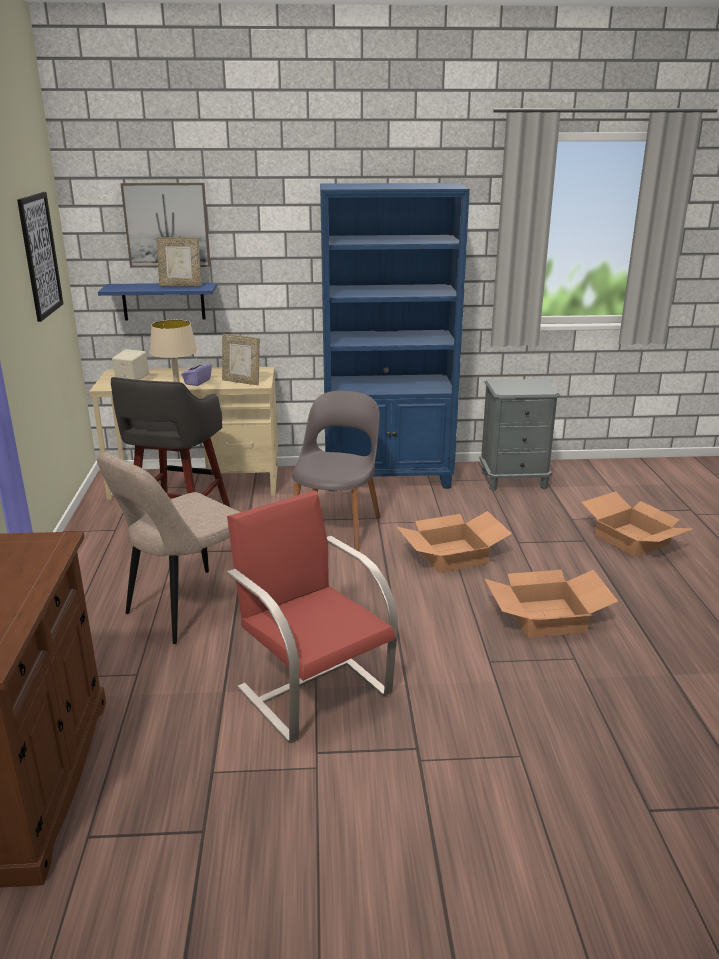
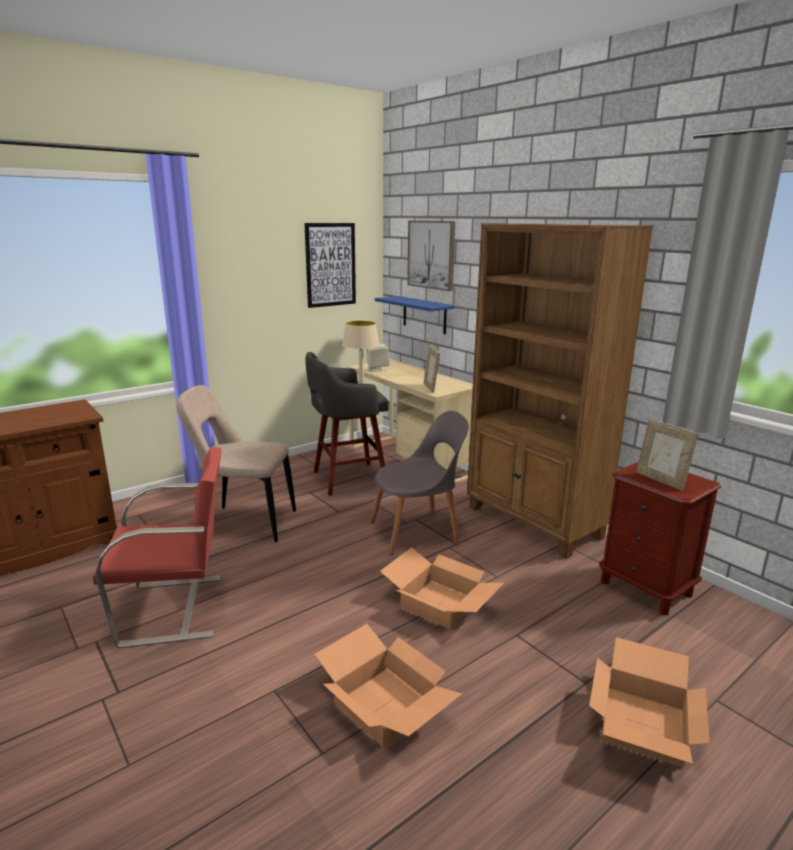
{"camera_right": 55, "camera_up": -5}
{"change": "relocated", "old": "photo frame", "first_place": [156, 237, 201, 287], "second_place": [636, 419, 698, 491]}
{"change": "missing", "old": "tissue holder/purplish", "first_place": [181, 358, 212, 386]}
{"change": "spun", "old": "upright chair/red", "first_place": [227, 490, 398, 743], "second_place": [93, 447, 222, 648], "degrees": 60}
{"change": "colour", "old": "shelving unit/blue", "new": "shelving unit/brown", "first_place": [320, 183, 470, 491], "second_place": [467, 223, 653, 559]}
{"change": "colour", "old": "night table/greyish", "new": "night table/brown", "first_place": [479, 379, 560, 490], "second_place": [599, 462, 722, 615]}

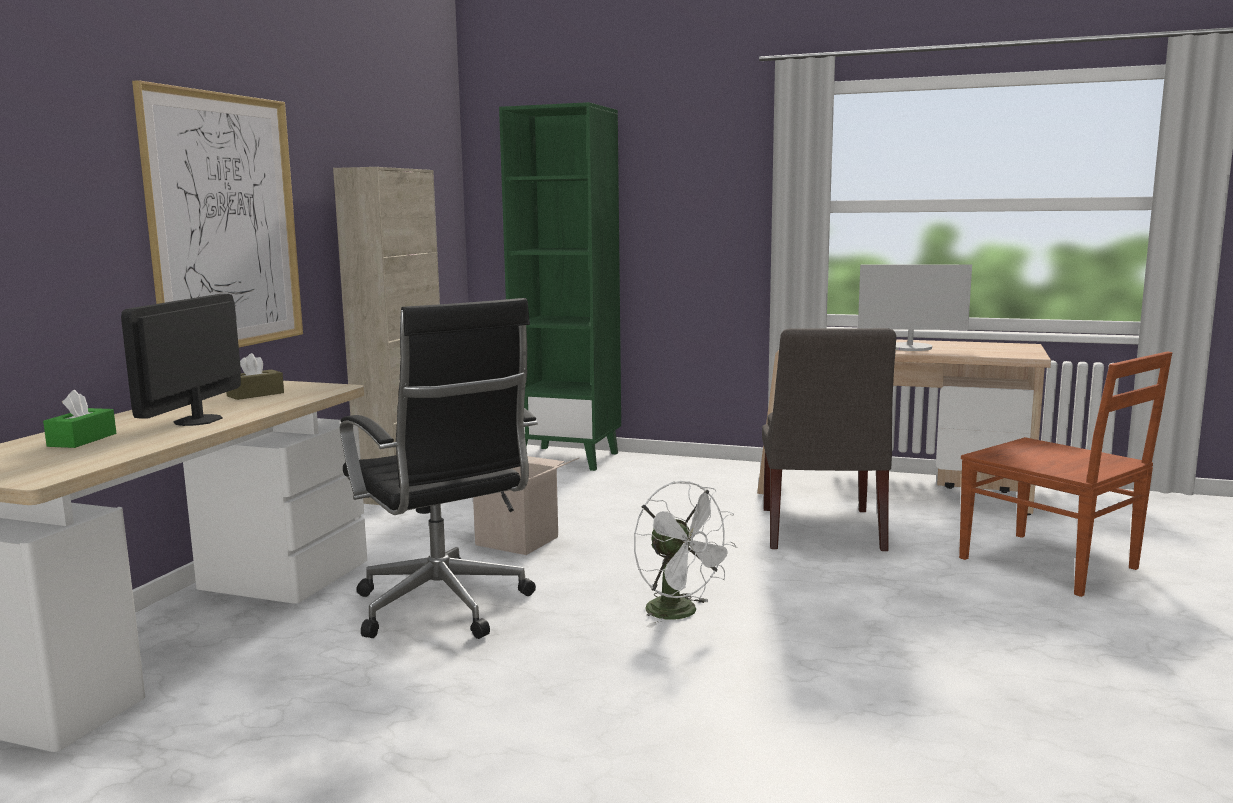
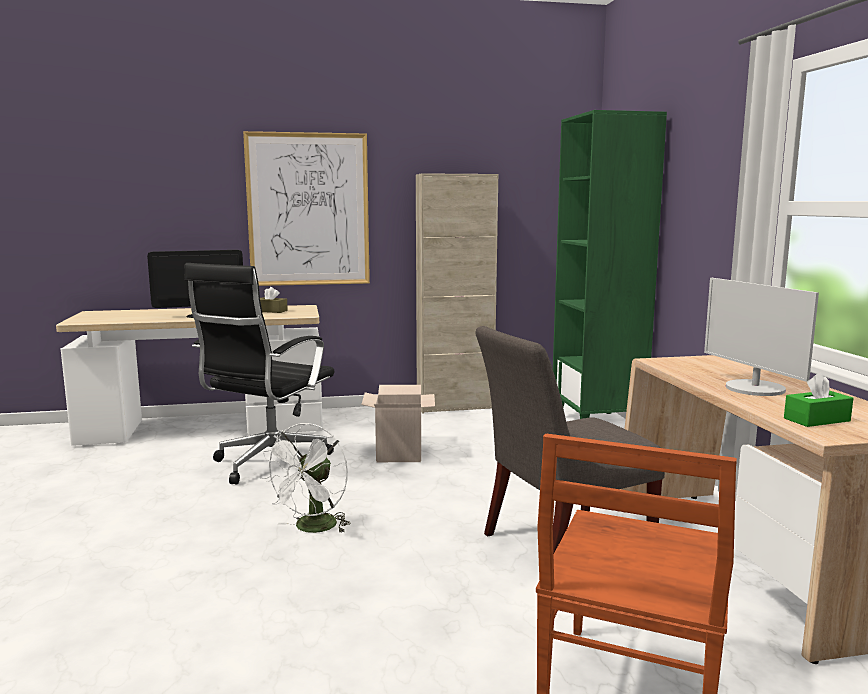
{"camera_right": 60, "camera_up": 0}
{"change": "relocated", "old": "tissue holder/greenish", "first_place": [43, 390, 116, 448], "second_place": [784, 372, 853, 427]}

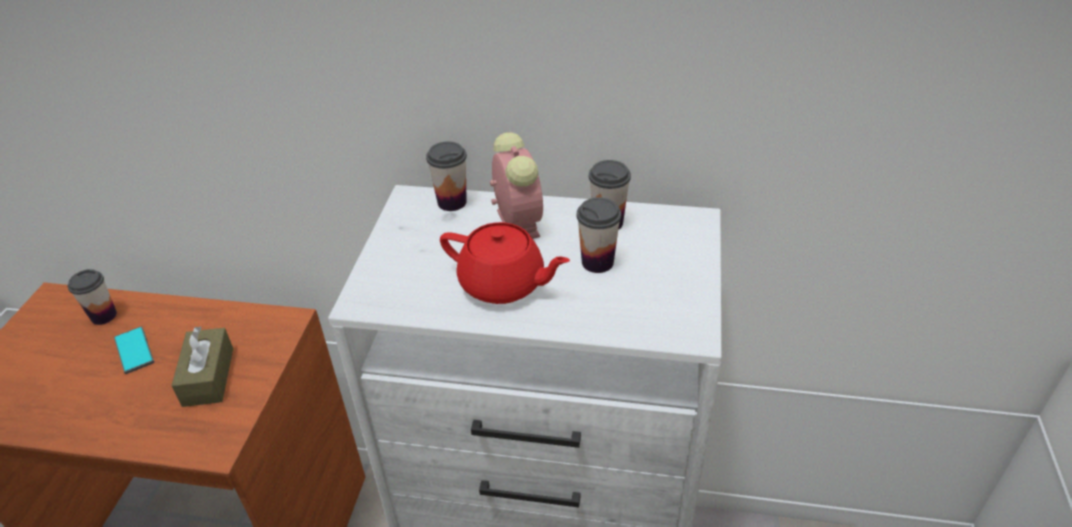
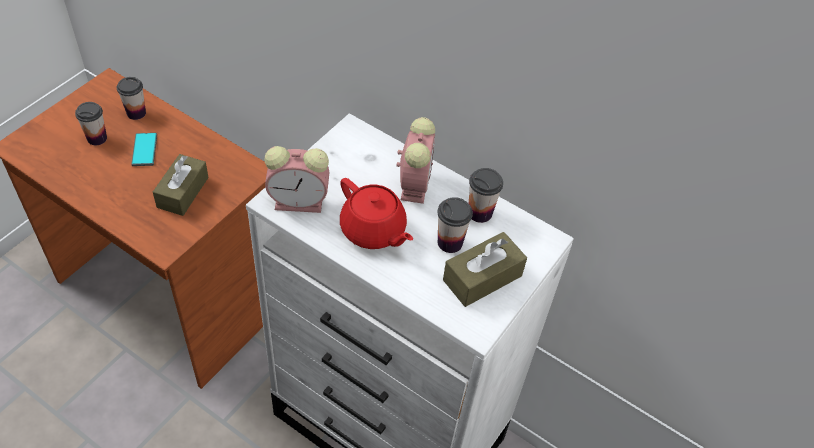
{"camera_right": 20, "camera_up": 10}
{"change": "relocated", "old": "drinking cup", "first_place": [426, 141, 467, 211], "second_place": [75, 102, 107, 145]}
{"change": "appeared", "new": "table clock", "second_place": [265, 146, 329, 213]}
{"change": "appeared", "new": "tissue holder/brown", "second_place": [443, 232, 527, 307]}

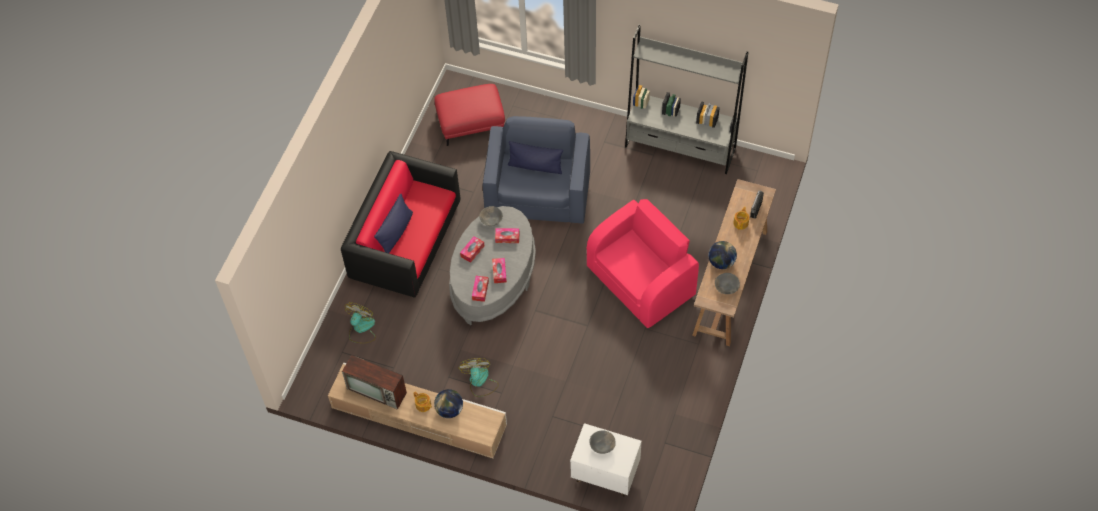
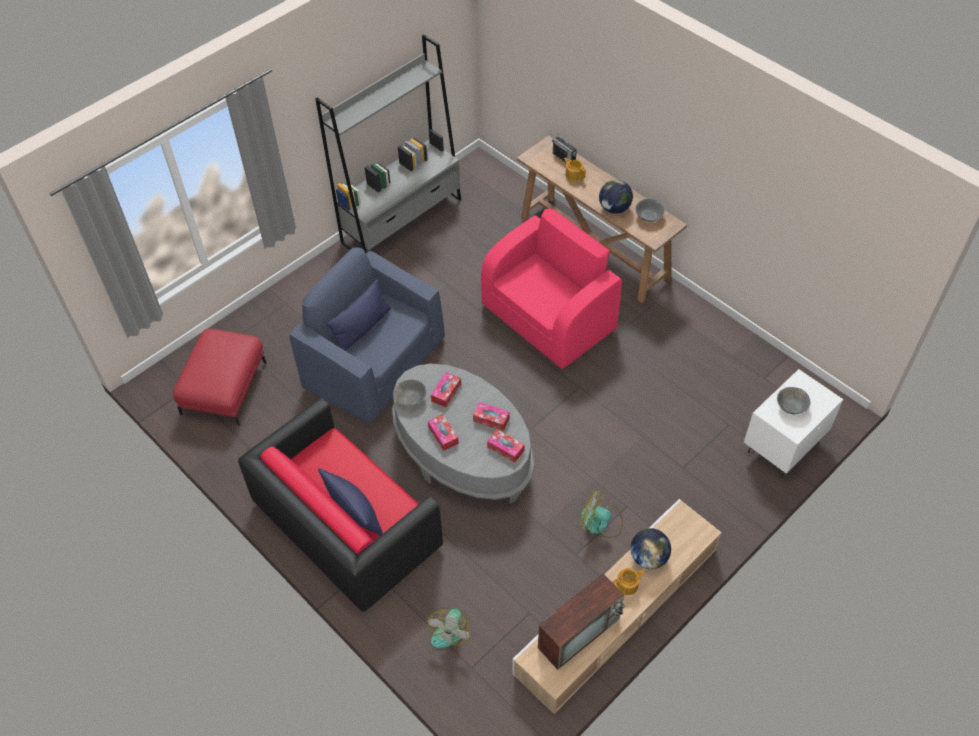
{"camera_right": -65, "camera_up": -5}
{"change": "spun", "old": "electric fan", "first_place": [345, 302, 376, 344], "second_place": [427, 607, 471, 648], "degrees": -120}
{"change": "spun", "old": "easy chair/pinkish", "first_place": [587, 199, 699, 328], "second_place": [481, 208, 622, 369], "degrees": 60}

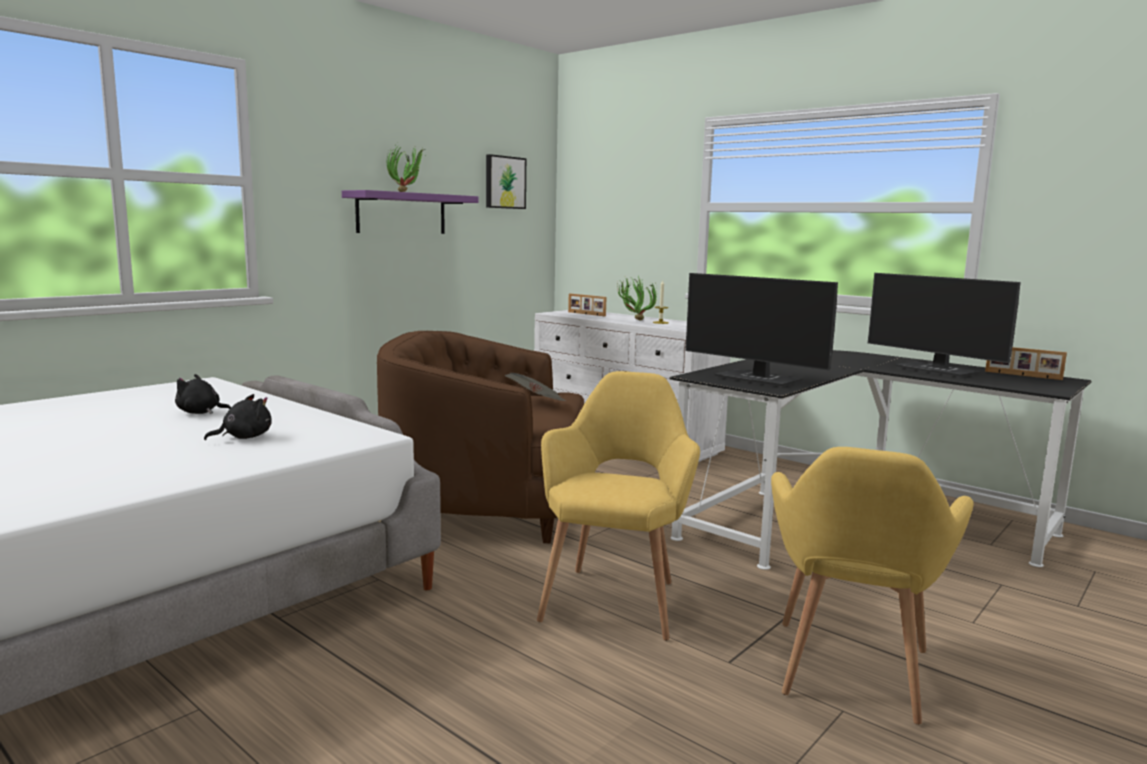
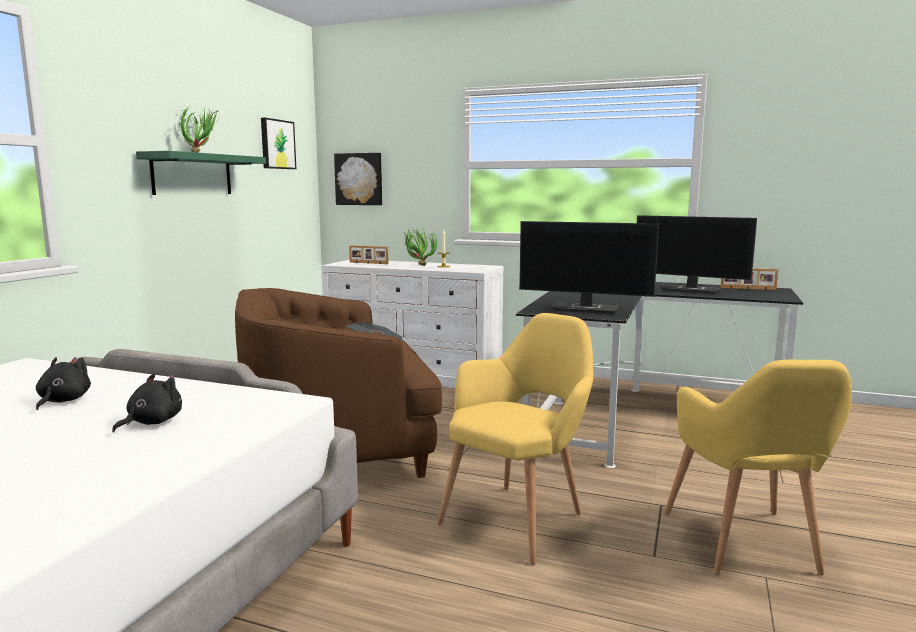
{"camera_right": -20, "camera_up": 0}
{"change": "spun", "old": "cuddly toy/blackish", "first_place": [175, 374, 231, 414], "second_place": [36, 357, 91, 410], "degrees": 105}
{"change": "colour", "old": "bracket shelf/purplish", "new": "bracket shelf/greenish", "first_place": [342, 190, 479, 234], "second_place": [136, 151, 266, 195]}
{"change": "spun", "old": "easy chair/yellowish", "first_place": [537, 371, 700, 641], "second_place": [437, 313, 593, 565], "degrees": 45}
{"change": "appeared", "new": "picture", "second_place": [334, 153, 382, 205]}

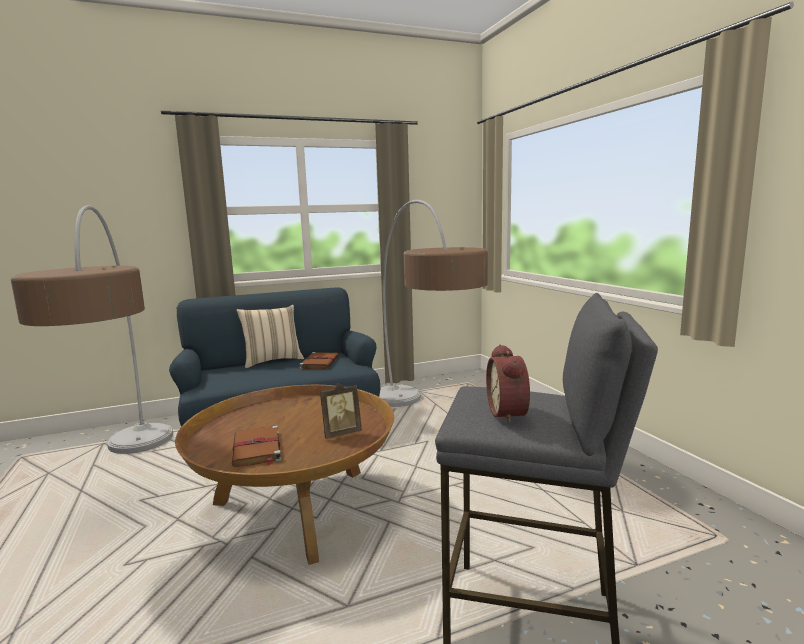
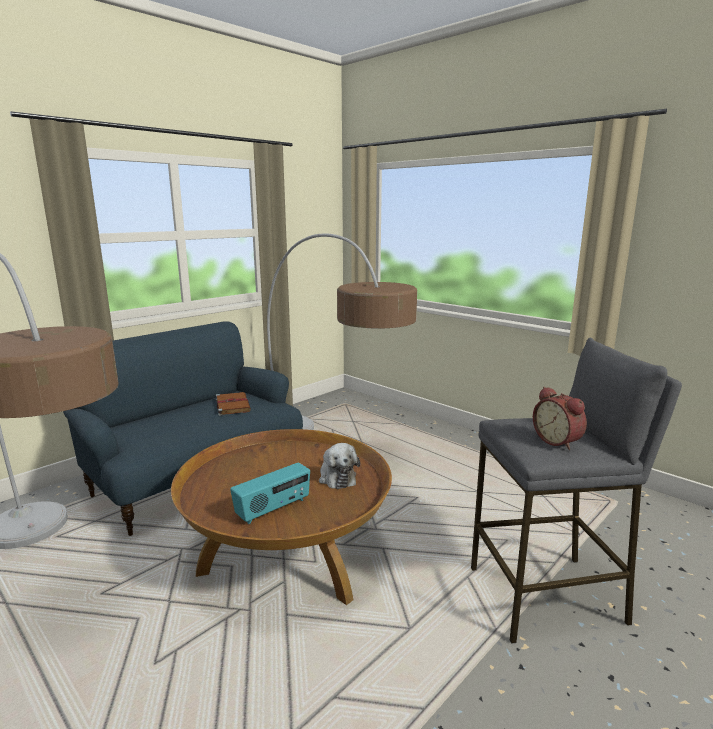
{"camera_right": -25, "camera_up": 5}
{"change": "exchanged", "old": "book/brown", "new": "radio", "first_place": [232, 425, 282, 467], "second_place": [230, 462, 310, 524]}
{"change": "missing", "old": "throw pillow/beige", "first_place": [236, 305, 304, 368]}
{"change": "exchanged", "old": "photo frame", "new": "cuddly toy", "first_place": [320, 383, 362, 439], "second_place": [319, 443, 360, 489]}

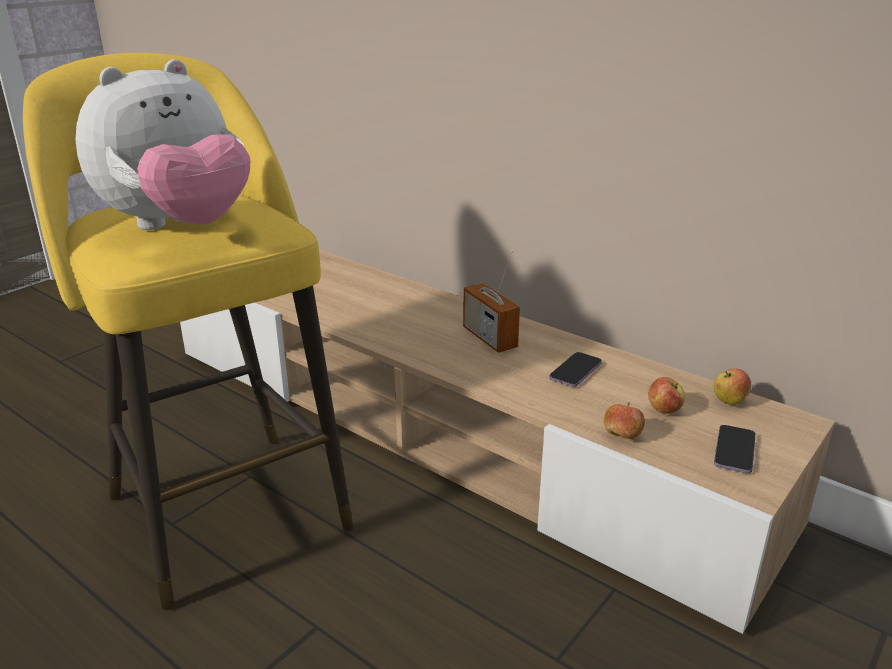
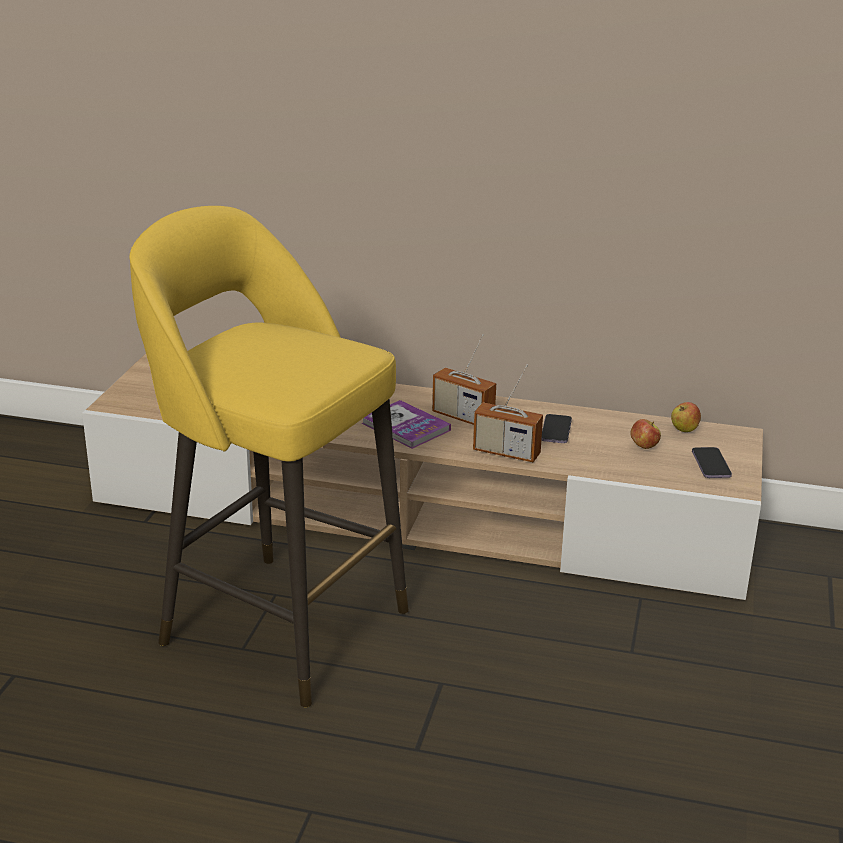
{"camera_right": -25, "camera_up": 0}
{"change": "missing", "old": "cuddly toy", "first_place": [75, 59, 250, 230]}
{"change": "missing", "old": "apple fruit", "first_place": [604, 402, 645, 439]}
{"change": "appeared", "new": "book", "second_place": [362, 400, 451, 449]}
{"change": "appeared", "new": "radio", "second_place": [473, 364, 543, 462]}

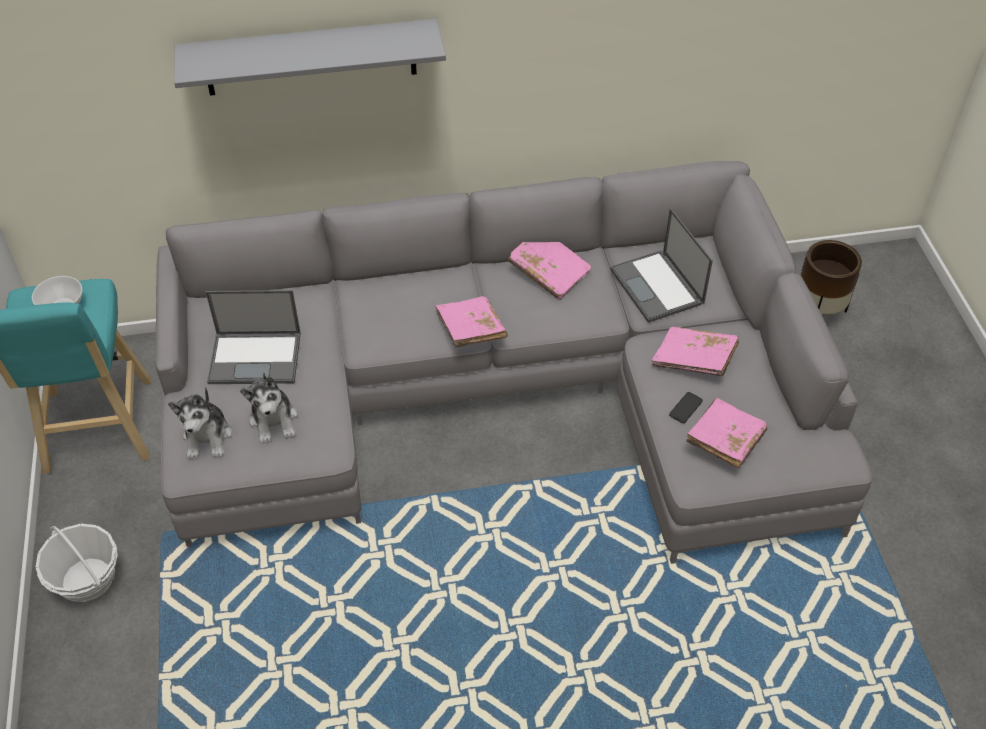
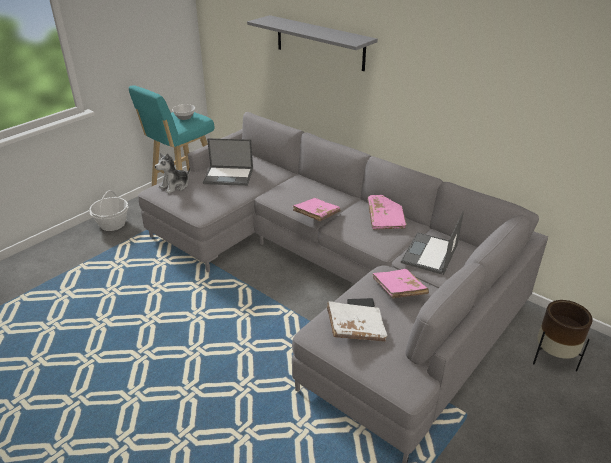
{"camera_right": 50, "camera_up": -15}
{"change": "spun", "old": "notebook computer", "first_place": [206, 290, 301, 384], "second_place": [203, 138, 253, 186], "degrees": -45}
{"change": "missing", "old": "cuddly toy", "first_place": [240, 372, 297, 444]}
{"change": "colour", "old": "book/pinkish", "new": "book/white", "first_place": [686, 398, 767, 468], "second_place": [327, 301, 387, 342]}

